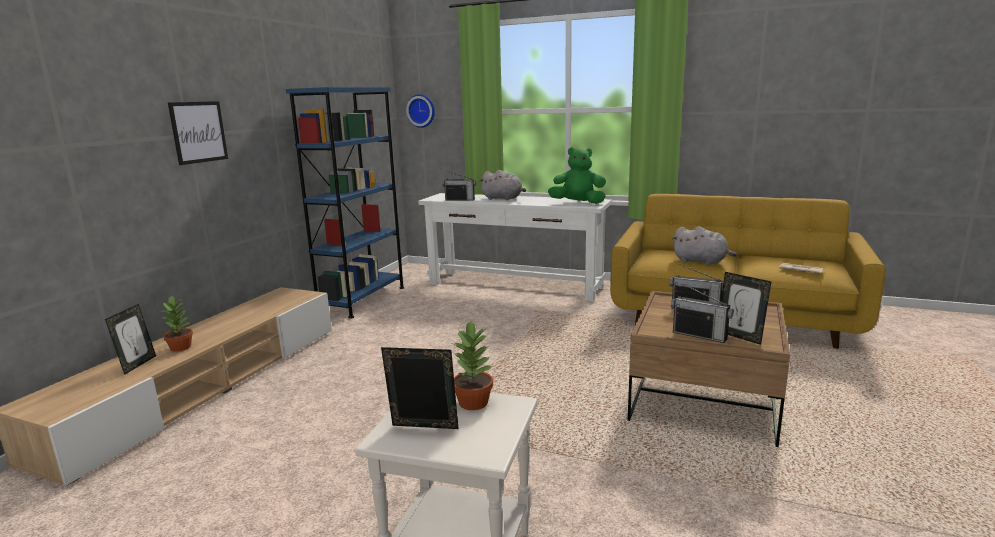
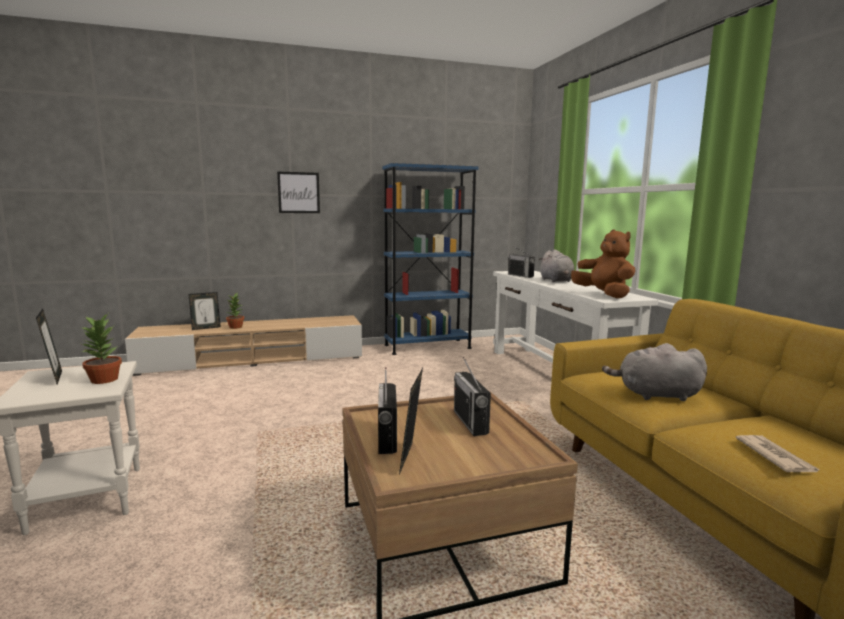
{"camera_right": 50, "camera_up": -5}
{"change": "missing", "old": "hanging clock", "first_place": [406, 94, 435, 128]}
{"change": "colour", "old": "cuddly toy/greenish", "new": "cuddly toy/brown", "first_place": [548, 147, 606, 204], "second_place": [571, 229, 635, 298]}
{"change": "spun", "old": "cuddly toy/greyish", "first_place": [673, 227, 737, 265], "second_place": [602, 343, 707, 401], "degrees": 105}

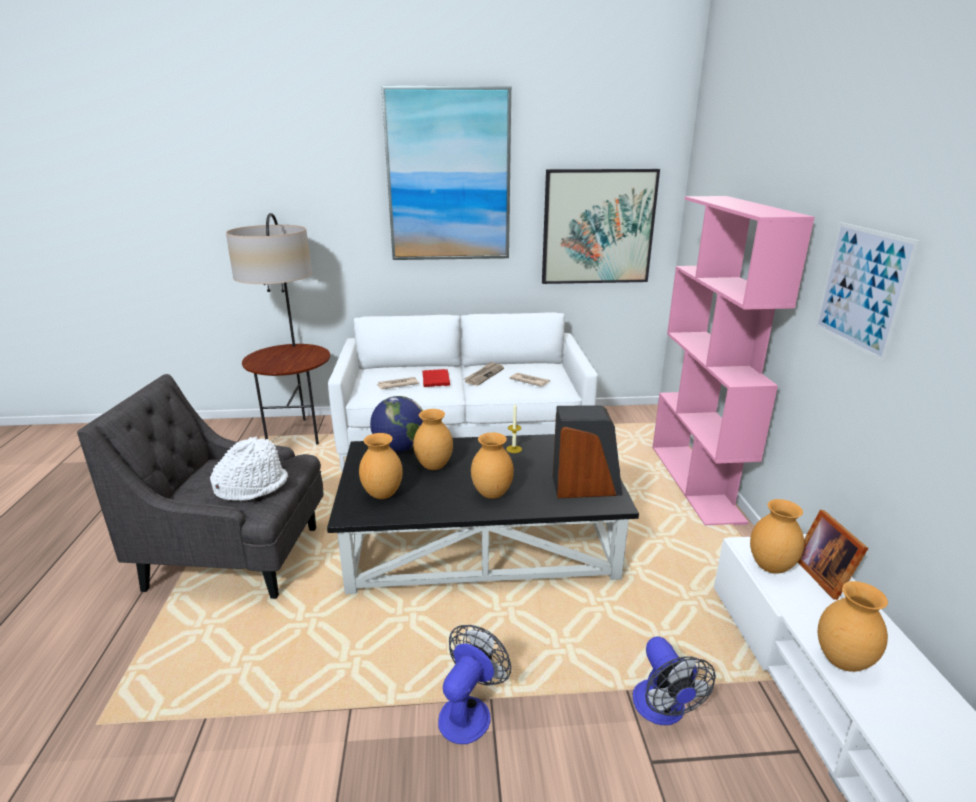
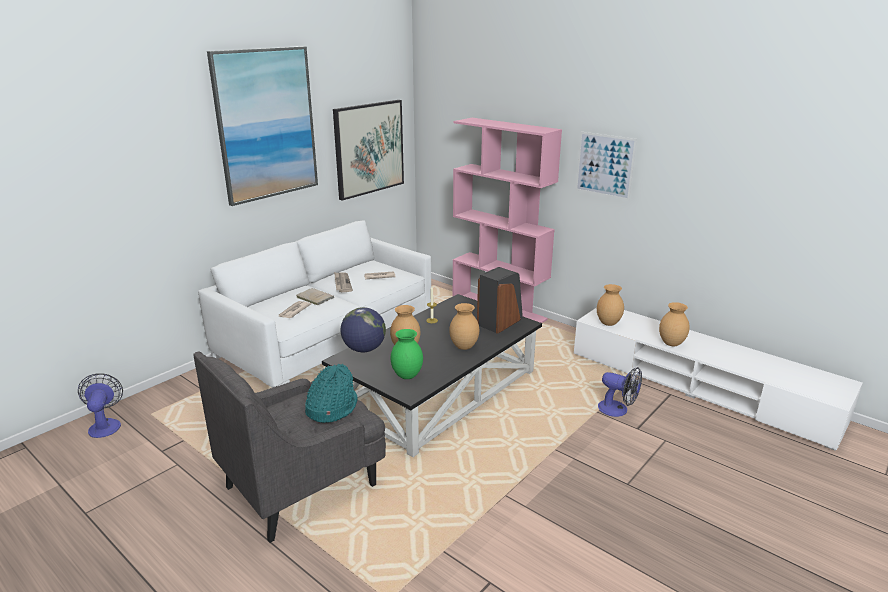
{"camera_right": -45, "camera_up": 0}
{"change": "colour", "old": "hat/white", "new": "hat/blue-green", "first_place": [210, 436, 288, 501], "second_place": [305, 364, 358, 423]}
{"change": "missing", "old": "standard lamp", "first_place": [226, 213, 330, 445]}
{"change": "colour", "old": "flower vase/brown", "new": "flower vase/greenish", "first_place": [359, 433, 403, 499], "second_place": [391, 329, 423, 379]}
{"change": "colour", "old": "book/red", "new": "book/beige", "first_place": [422, 369, 450, 387], "second_place": [296, 288, 334, 305]}
{"change": "relocated", "old": "electric fan", "first_place": [438, 625, 511, 744], "second_place": [78, 374, 123, 438]}
{"change": "missing", "old": "photo frame", "first_place": [798, 510, 868, 600]}

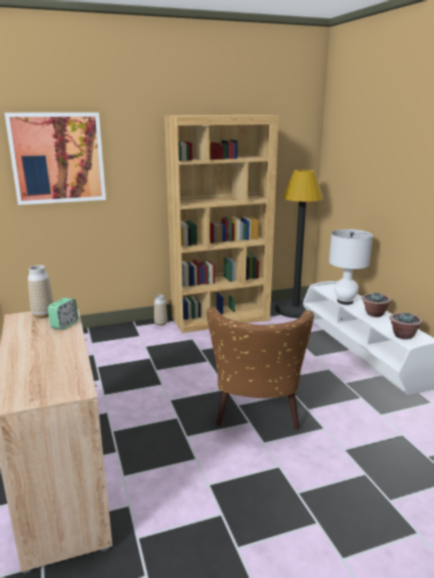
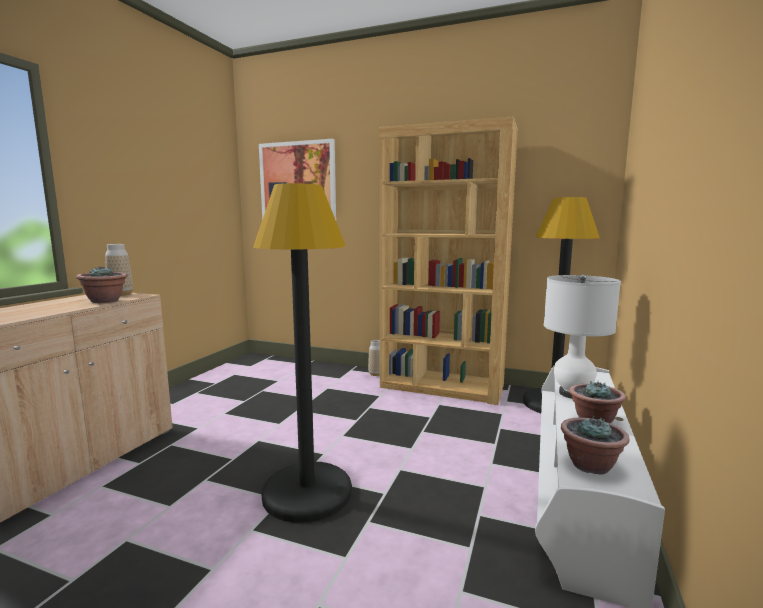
{"camera_right": 40, "camera_up": -10}
{"change": "exchanged", "old": "table clock", "new": "houseplant", "first_place": [48, 298, 78, 330], "second_place": [76, 266, 128, 303]}
{"change": "exchanged", "old": "easy chair/brown", "new": "standard lamp/blackish", "first_place": [207, 307, 314, 430], "second_place": [253, 183, 352, 523]}

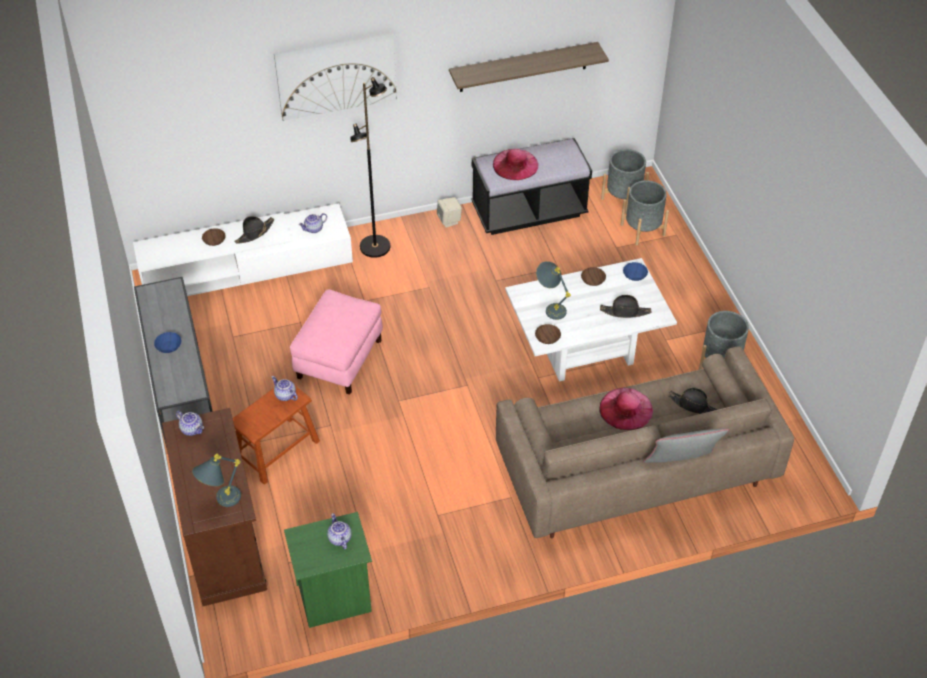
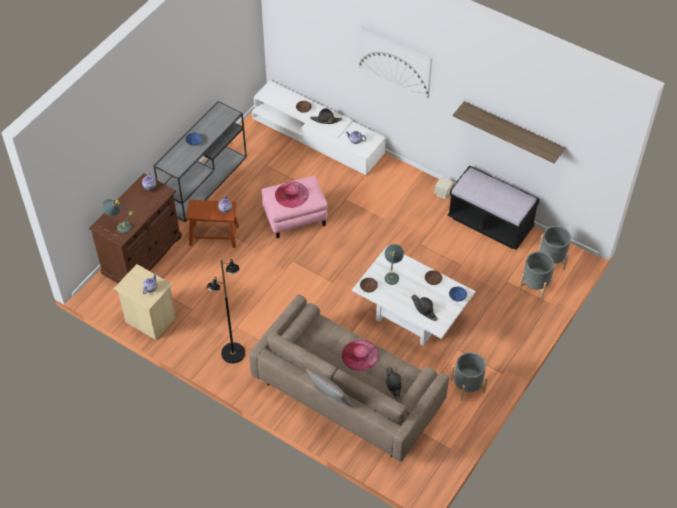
{"camera_right": 50, "camera_up": 5}
{"change": "colour", "old": "night table/greenish", "new": "night table/beige", "first_place": [284, 512, 372, 628], "second_place": [114, 264, 176, 340]}
{"change": "relocated", "old": "standard lamp/blackish", "first_place": [350, 77, 390, 258], "second_place": [207, 259, 245, 363]}
{"change": "relocated", "old": "hat/pinkish", "first_place": [493, 149, 538, 180], "second_place": [275, 182, 309, 208]}

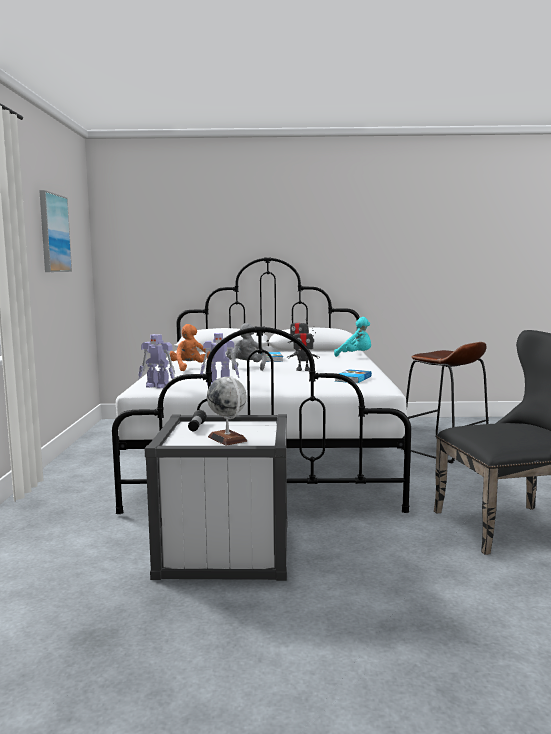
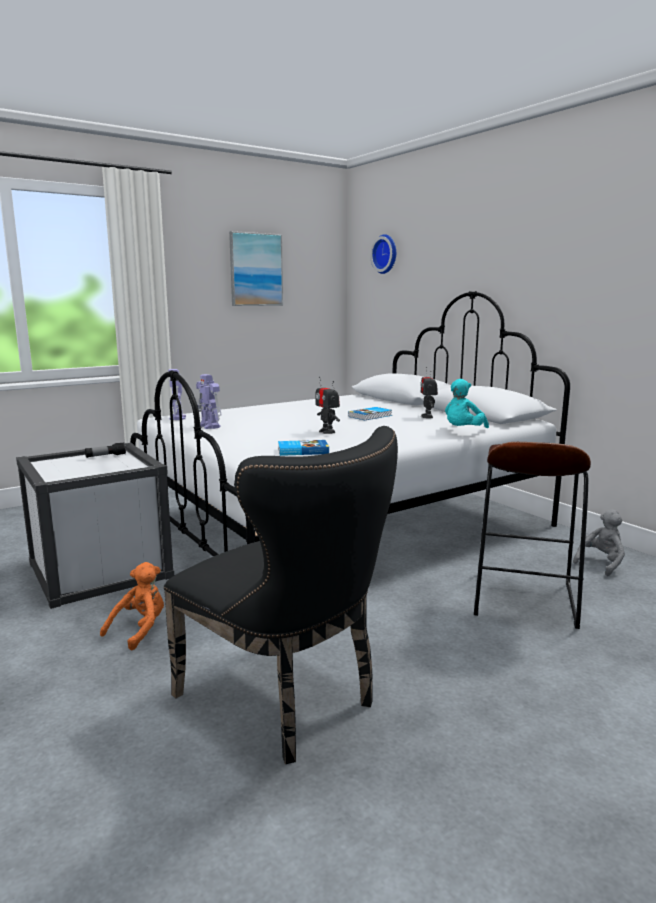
{"camera_right": 55, "camera_up": 5}
{"change": "relocated", "old": "cuddly toy/orangey", "first_place": [170, 324, 210, 371], "second_place": [100, 562, 164, 650]}
{"change": "missing", "old": "globe", "first_place": [207, 376, 247, 446]}
{"change": "relocated", "old": "cuddly toy/greyish", "first_place": [226, 323, 267, 371], "second_place": [573, 509, 625, 576]}
{"change": "spun", "old": "cuddly toy/blue-green", "first_place": [334, 317, 371, 357], "second_place": [445, 379, 489, 428], "degrees": 45}
{"change": "appeared", "new": "hanging clock", "second_place": [370, 234, 396, 274]}

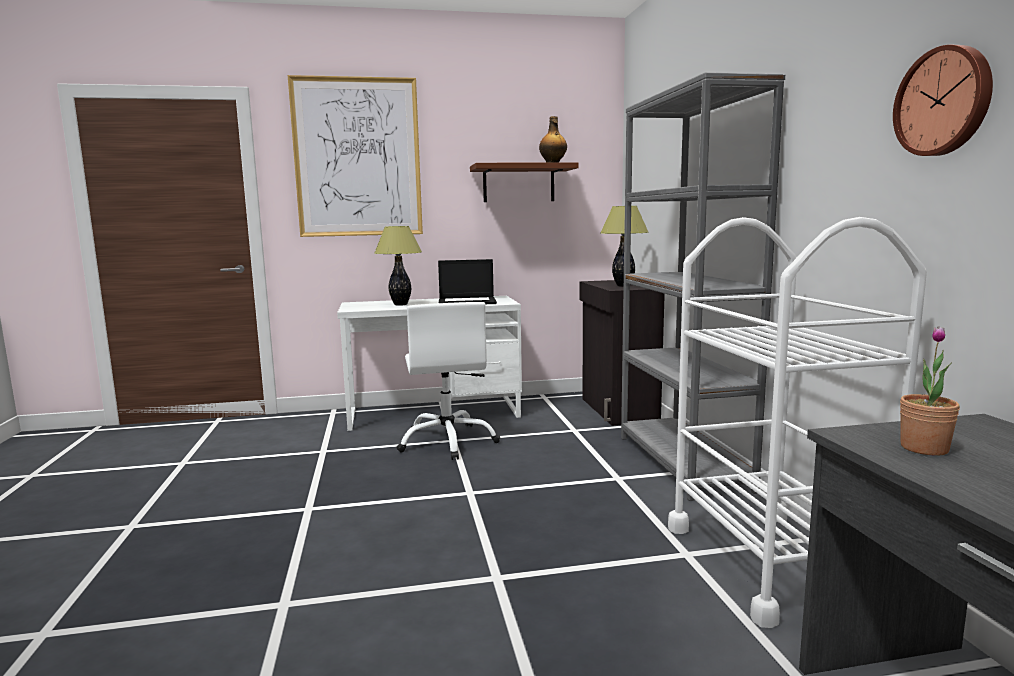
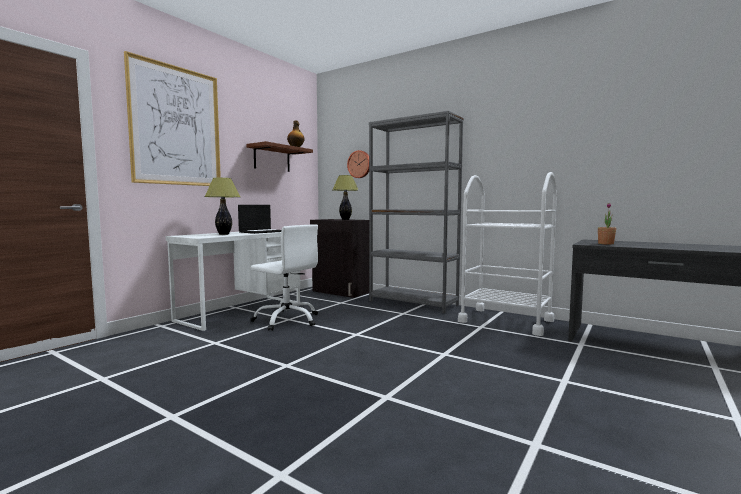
{"camera_right": -45, "camera_up": -5}
{"change": "relocated", "old": "hanging clock", "first_place": [893, 45, 993, 156], "second_place": [347, 150, 369, 178]}

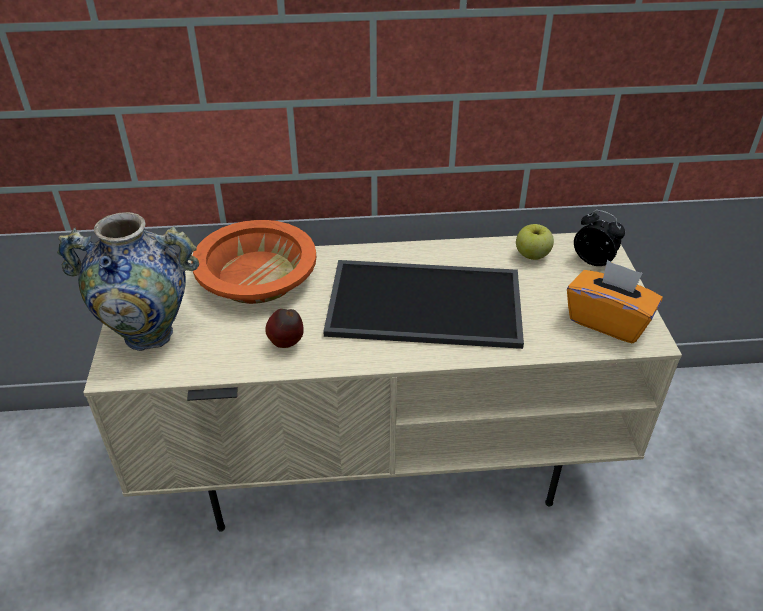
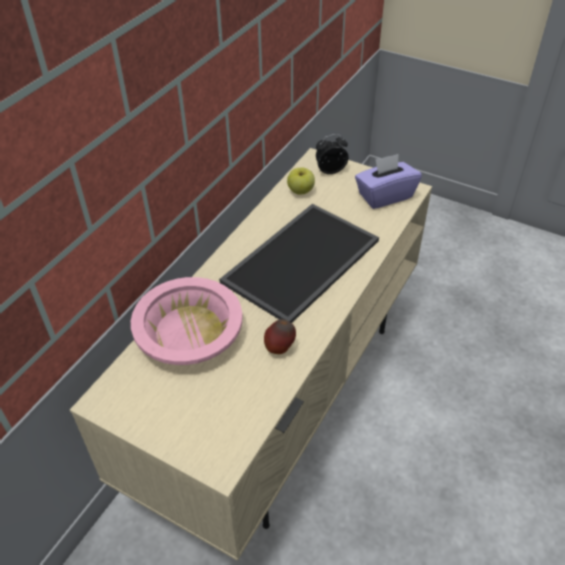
{"camera_right": -55, "camera_up": 5}
{"change": "missing", "old": "flower vase", "first_place": [57, 212, 199, 351]}
{"change": "colour", "old": "serving bowl/orangey", "new": "serving bowl/pinkish", "first_place": [191, 220, 316, 304], "second_place": [131, 277, 243, 365]}
{"change": "colour", "old": "tissue holder/orangey", "new": "tissue holder/purplish", "first_place": [567, 260, 663, 343], "second_place": [355, 154, 422, 209]}

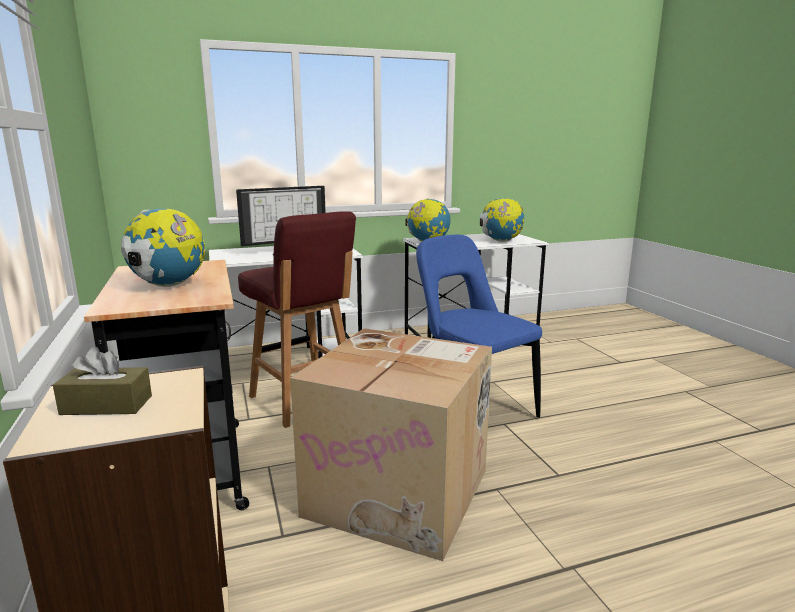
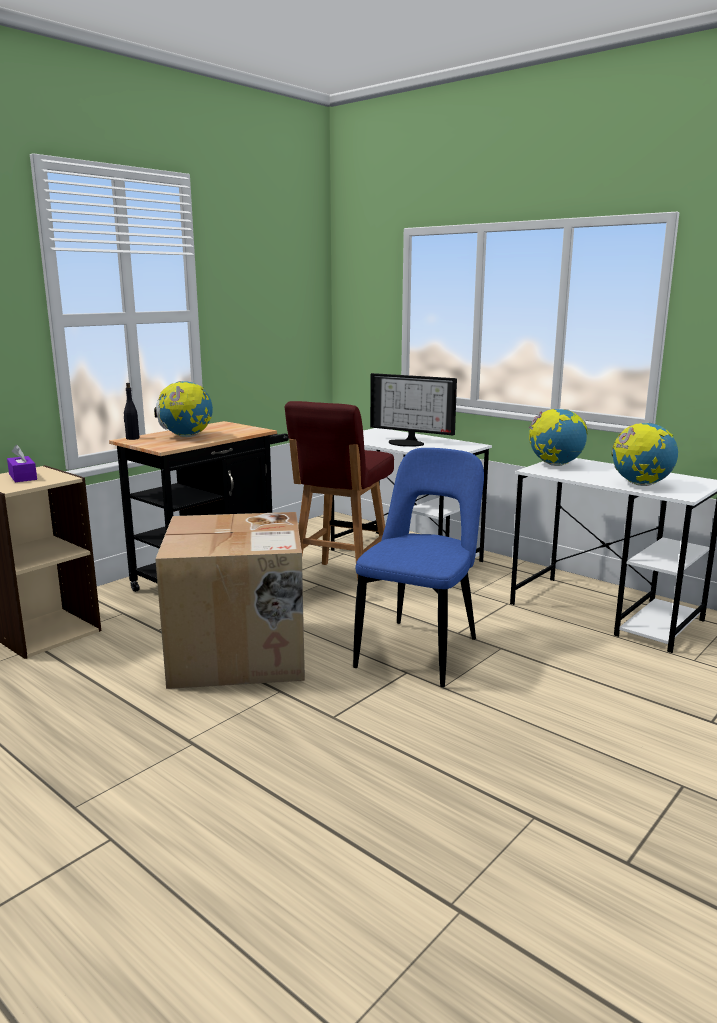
{"camera_right": 60, "camera_up": 0}
{"change": "colour", "old": "tissue holder/brown", "new": "tissue holder/purplish", "first_place": [53, 347, 152, 415], "second_place": [7, 445, 37, 482]}
{"change": "appeared", "new": "beverage bottle/blackish", "second_place": [124, 383, 140, 440]}

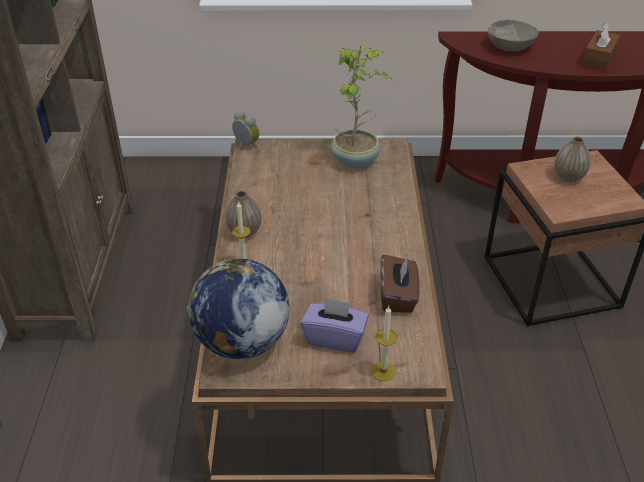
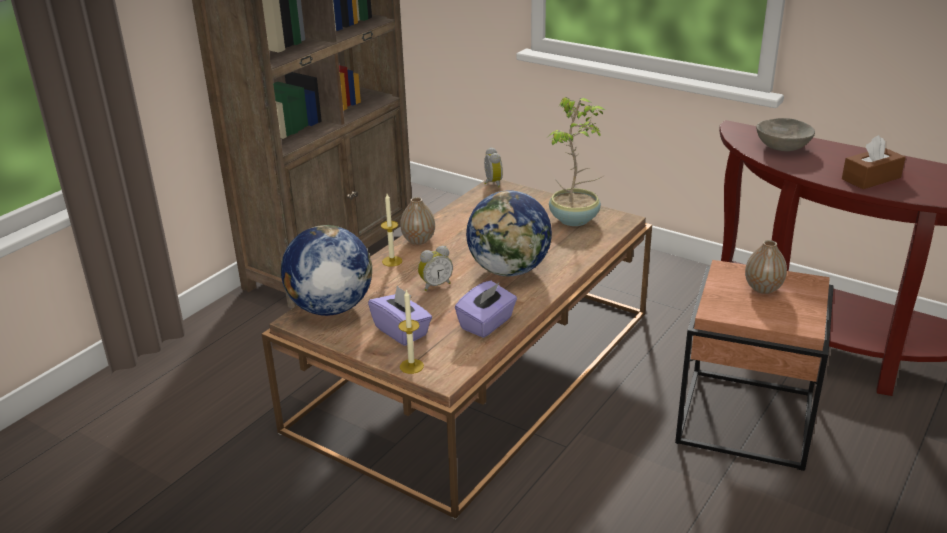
{"camera_right": 35, "camera_up": -10}
{"change": "colour", "old": "tissue holder/brown", "new": "tissue holder/purplish", "first_place": [381, 254, 419, 313], "second_place": [455, 281, 517, 338]}
{"change": "appeared", "new": "table clock", "second_place": [418, 246, 453, 291]}
{"change": "appeared", "new": "globe", "second_place": [466, 190, 552, 276]}

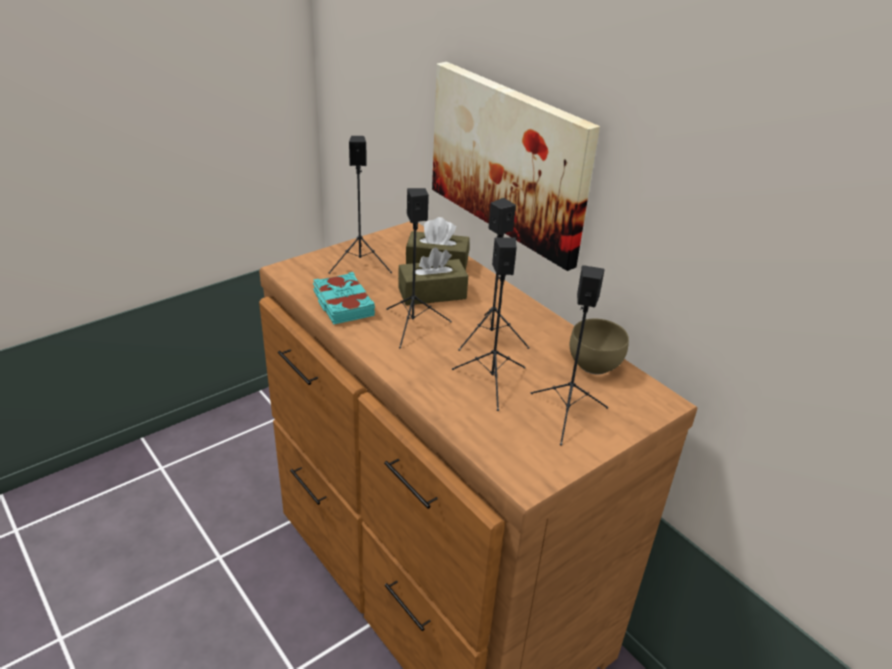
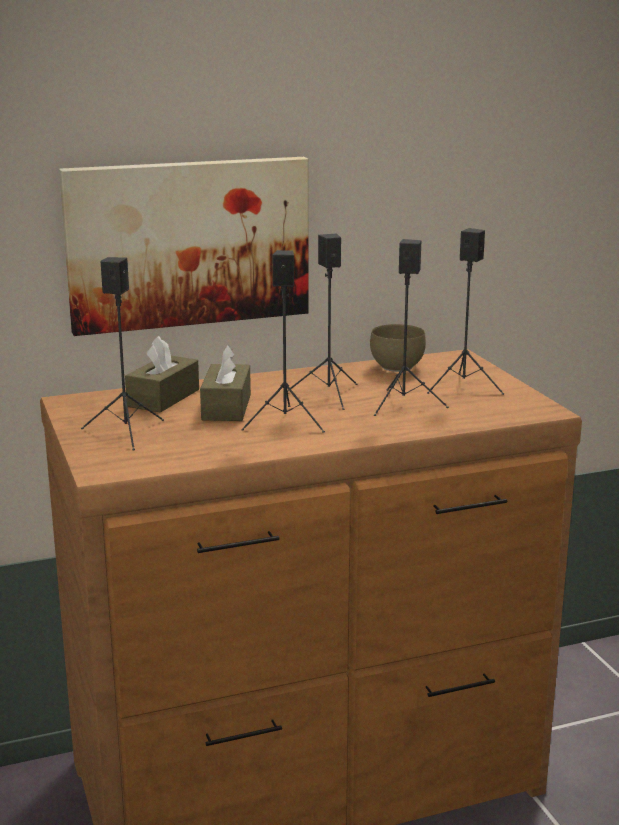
{"camera_right": -70, "camera_up": -15}
{"change": "missing", "old": "book/blue-green", "first_place": [313, 272, 375, 325]}

